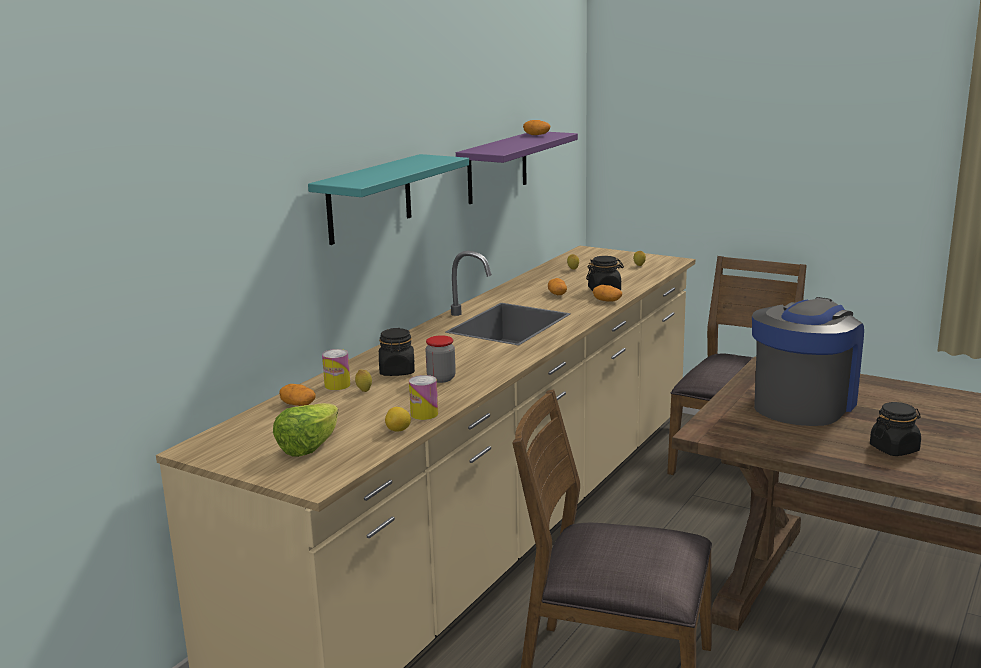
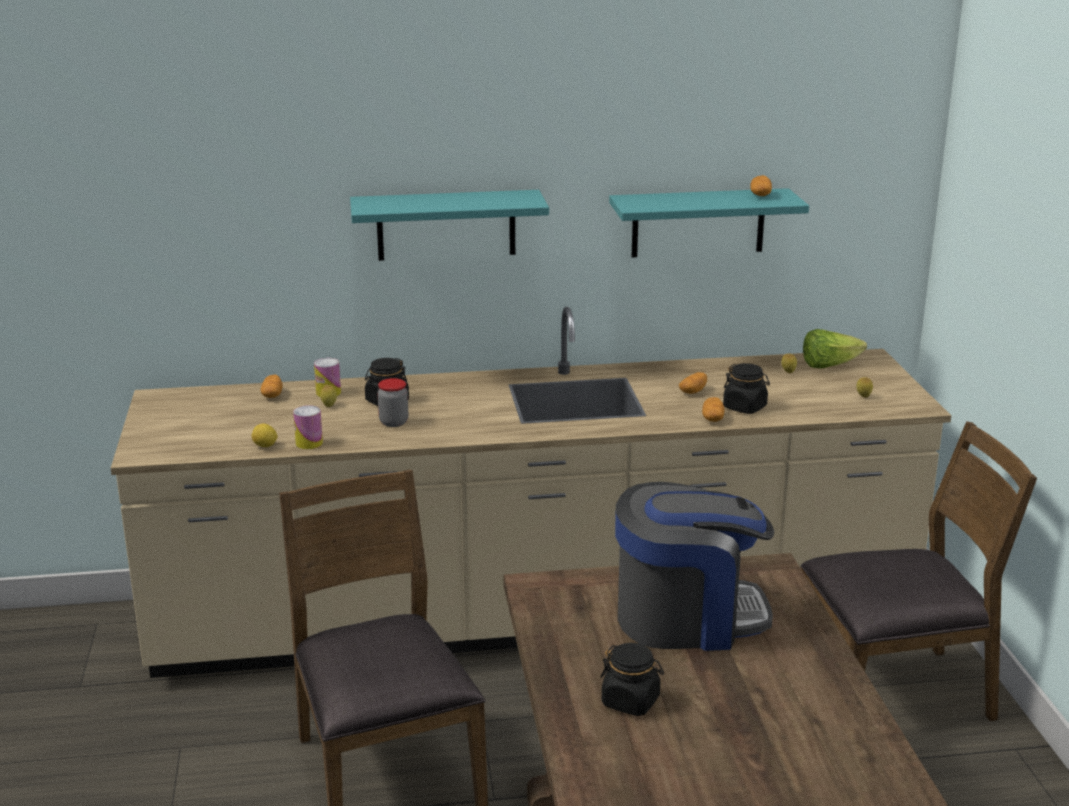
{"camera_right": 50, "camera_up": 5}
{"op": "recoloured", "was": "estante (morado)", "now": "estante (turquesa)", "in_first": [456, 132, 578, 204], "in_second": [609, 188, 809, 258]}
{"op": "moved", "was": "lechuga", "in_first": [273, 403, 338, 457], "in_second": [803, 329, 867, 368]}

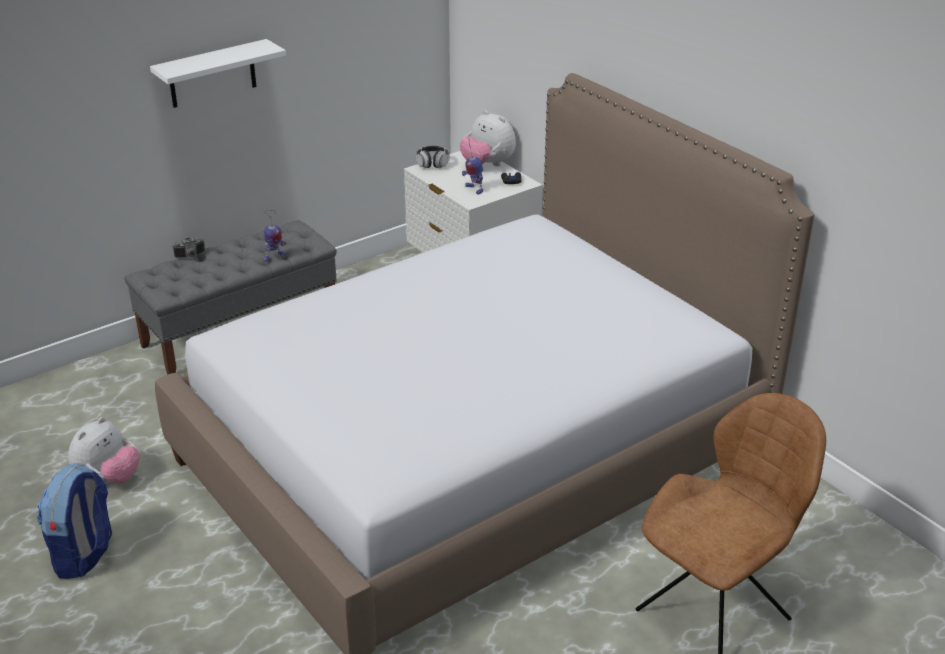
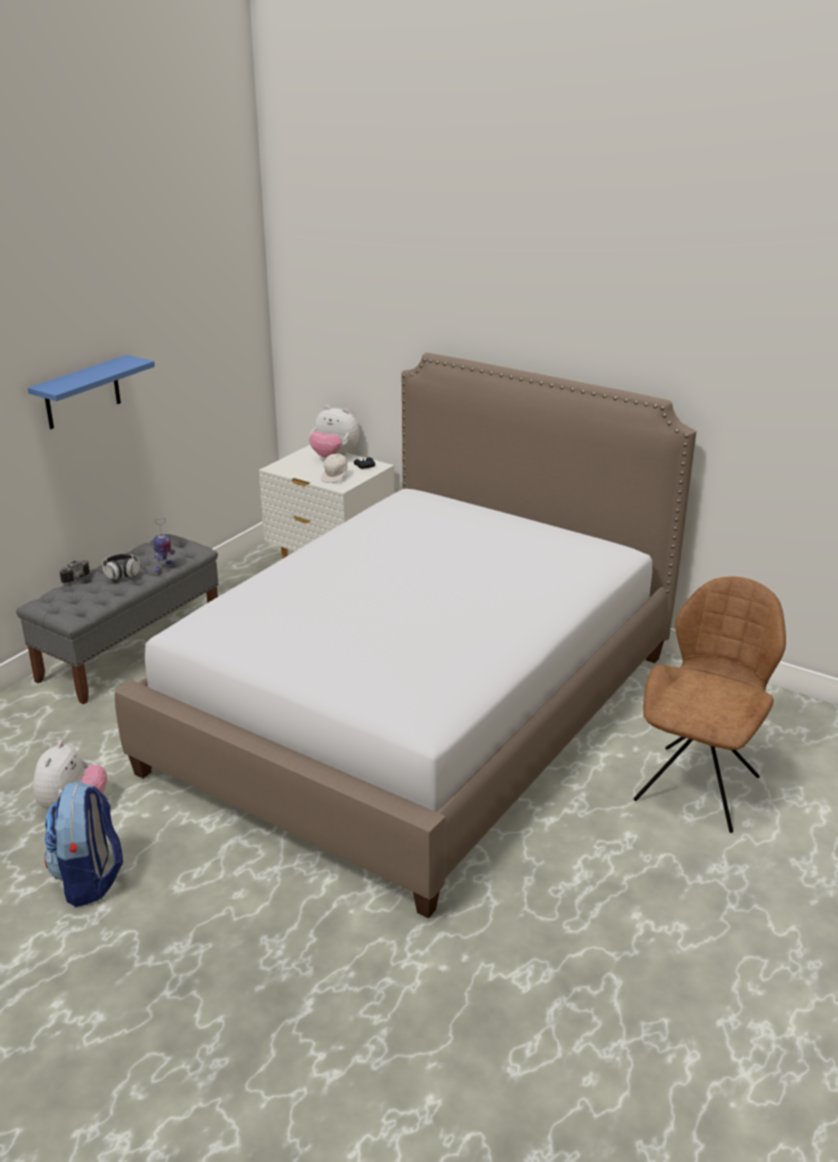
{"camera_right": -20, "camera_up": -5}
{"op": "recoloured", "was": "estante (blanco)", "now": "estante (azul)", "in_first": [150, 39, 286, 108], "in_second": [28, 355, 155, 429]}
{"op": "moved", "was": "auriculares", "in_first": [416, 146, 450, 168], "in_second": [102, 554, 140, 580]}
{"op": "replaced", "was": "robot de juguete", "now": "gorra (blanco)", "in_first": [462, 140, 483, 194], "in_second": [321, 453, 348, 483]}

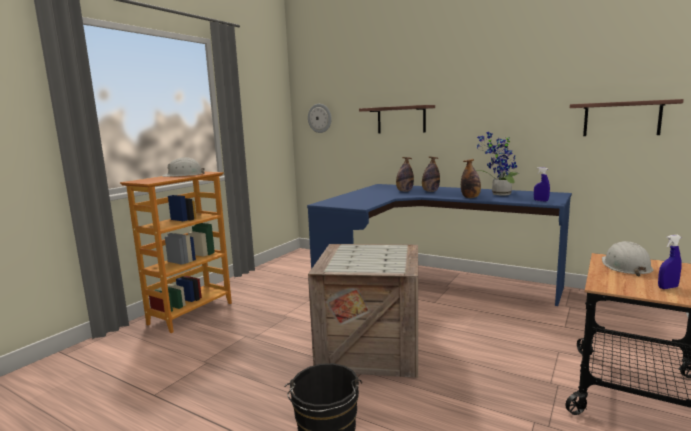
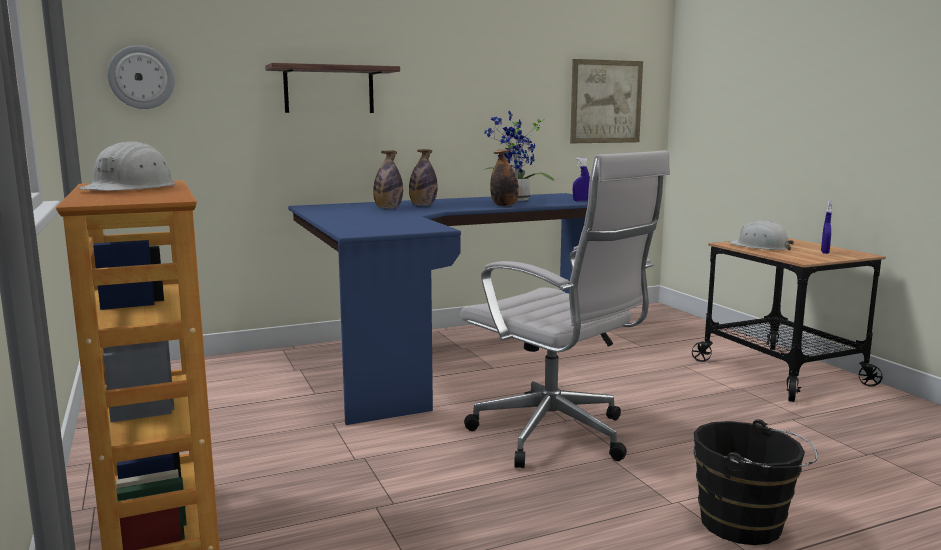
{"camera_right": -55, "camera_up": 0}
{"op": "replaced", "was": "caja de embalaje", "now": "silla de oficina (blanco)", "in_first": [308, 244, 418, 378], "in_second": [460, 150, 670, 468]}
{"op": "replaced", "was": "estante", "now": "cuadro", "in_first": [570, 99, 684, 136], "in_second": [570, 59, 643, 143]}

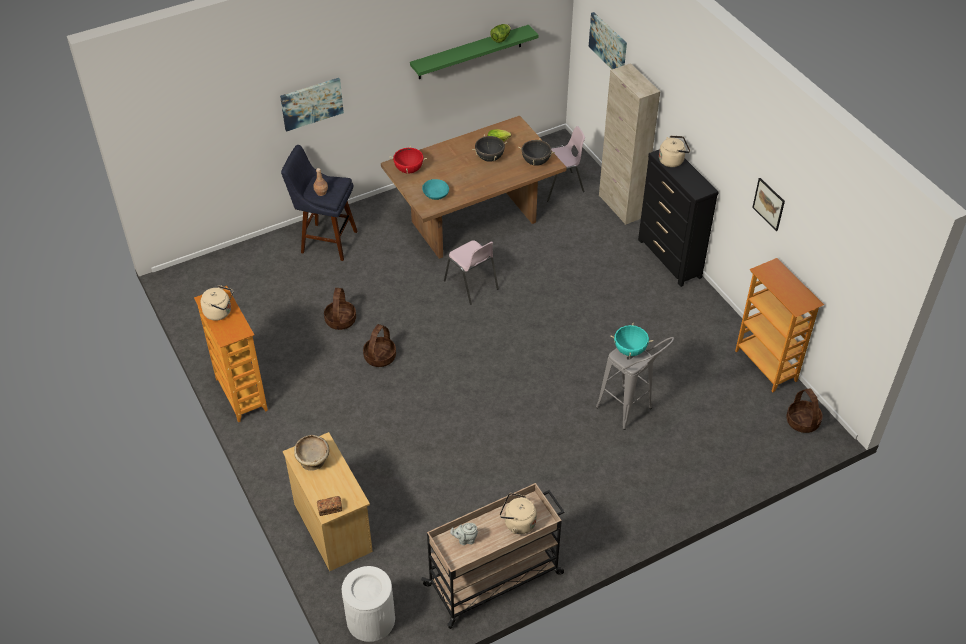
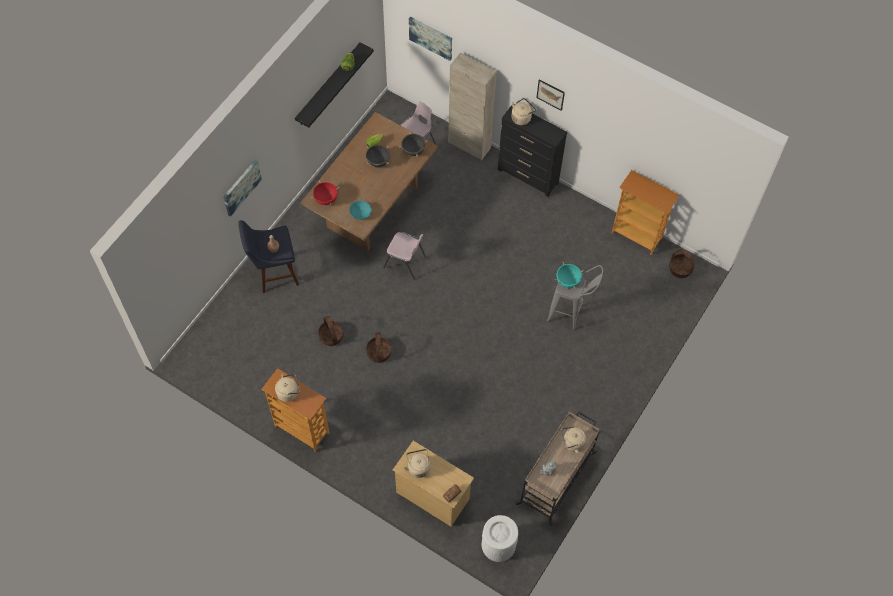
{"camera_right": -30, "camera_up": 15}
{"op": "recoloured", "was": "estante (verde)", "now": "estante (negro)", "in_first": [410, 25, 539, 79], "in_second": [295, 42, 374, 128]}
{"op": "replaced", "was": "cuenco (beis)", "now": "hervidor (beis)", "in_first": [294, 435, 329, 471], "in_second": [403, 449, 431, 478]}
{"op": "moved", "was": "cuadro", "in_first": [752, 178, 785, 231], "in_second": [536, 79, 565, 111]}

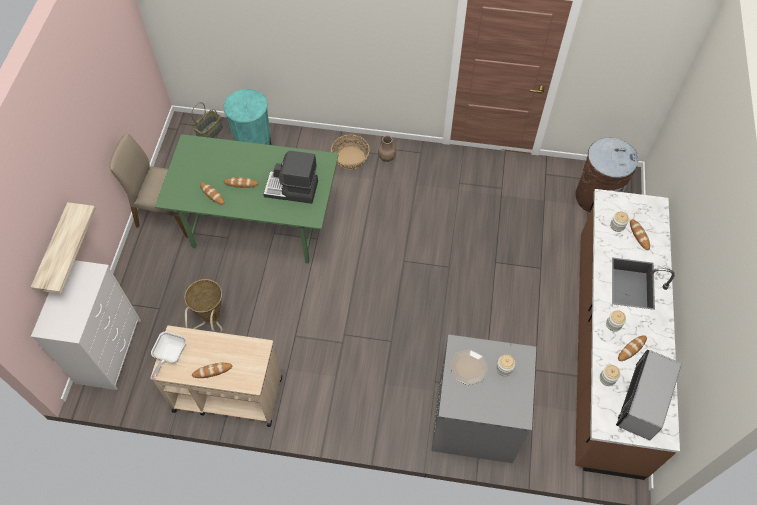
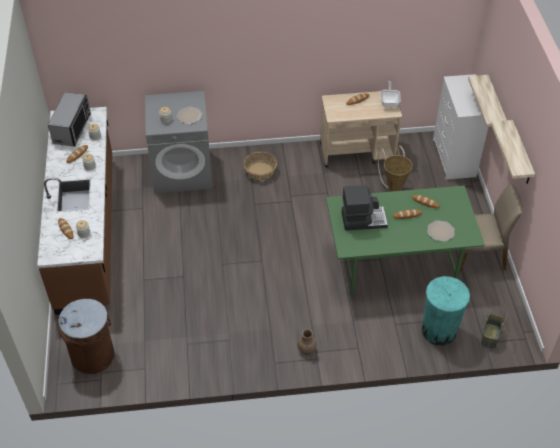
{"camera_right": 165, "camera_up": -10}
{"op": "moved", "was": "cesta", "in_first": [331, 135, 370, 169], "in_second": [244, 152, 277, 180]}
{"op": "added", "now": "plato", "in_second": [427, 220, 455, 242]}
{"op": "added", "now": "estante", "in_second": [491, 120, 535, 184]}

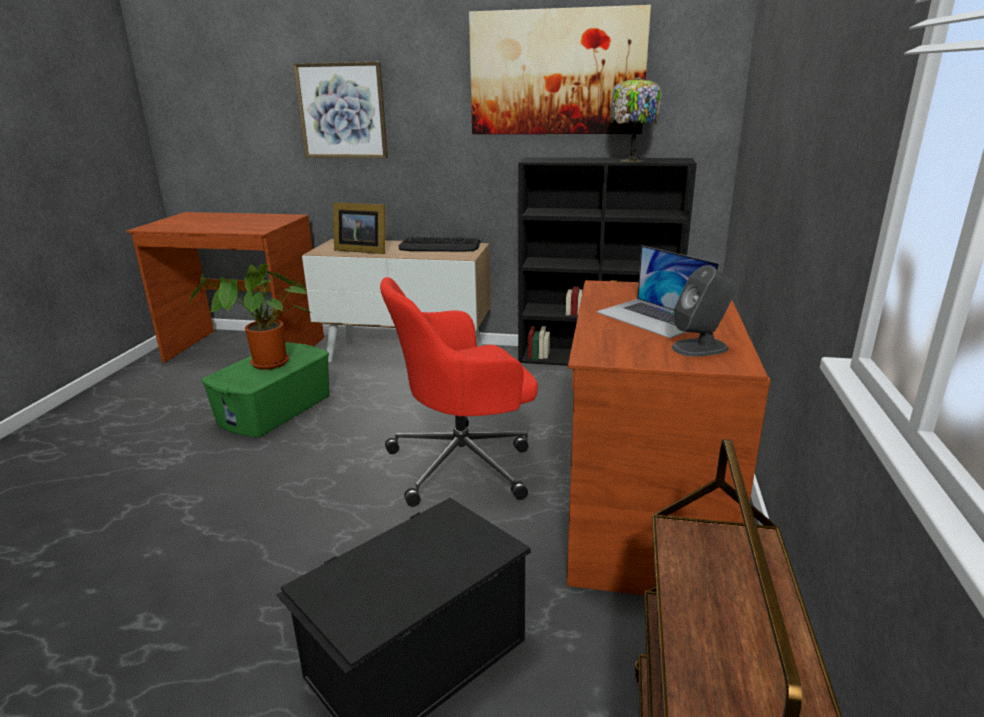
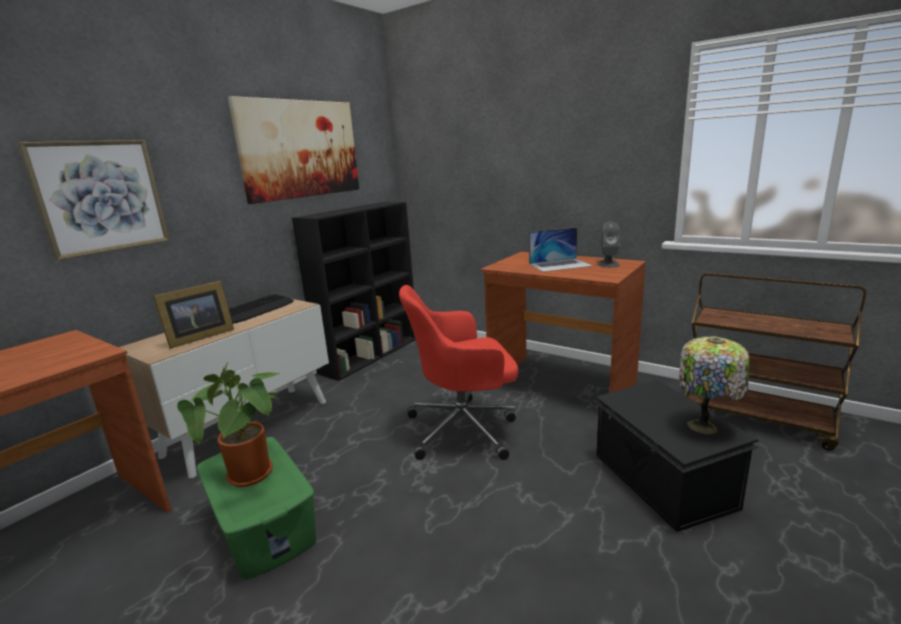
{"camera_right": -65, "camera_up": -5}
{"op": "turned", "was": "silla de oficina (rojo)", "in_first": [380, 277, 538, 507], "in_second": [399, 285, 518, 460], "clockwise": 75}
{"op": "moved", "was": "lámpara de mesa", "in_first": [610, 77, 661, 162], "in_second": [679, 337, 750, 434]}

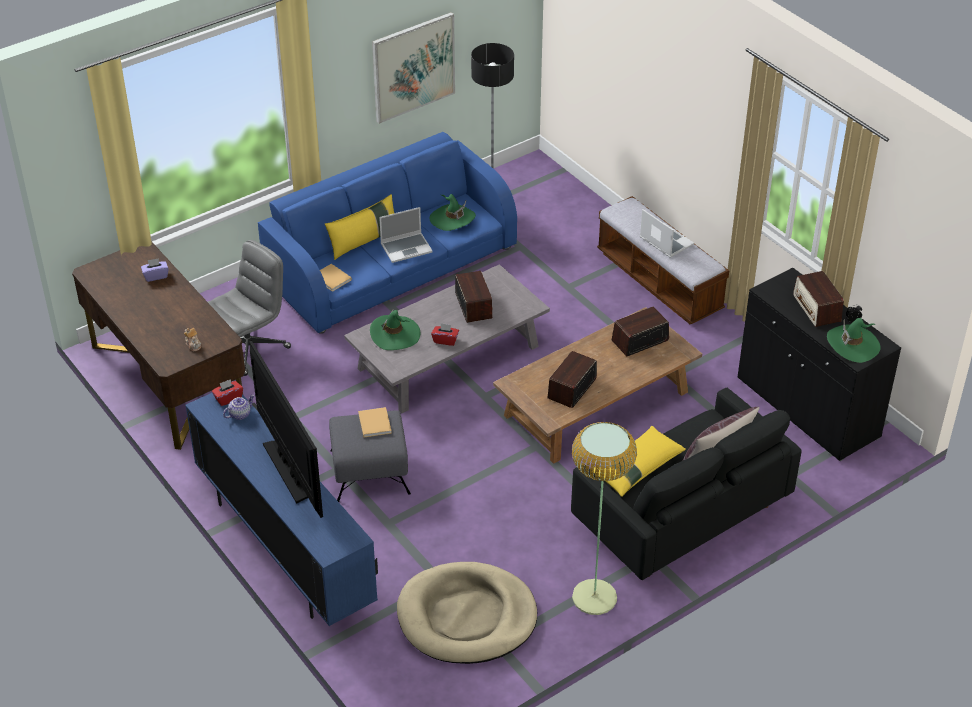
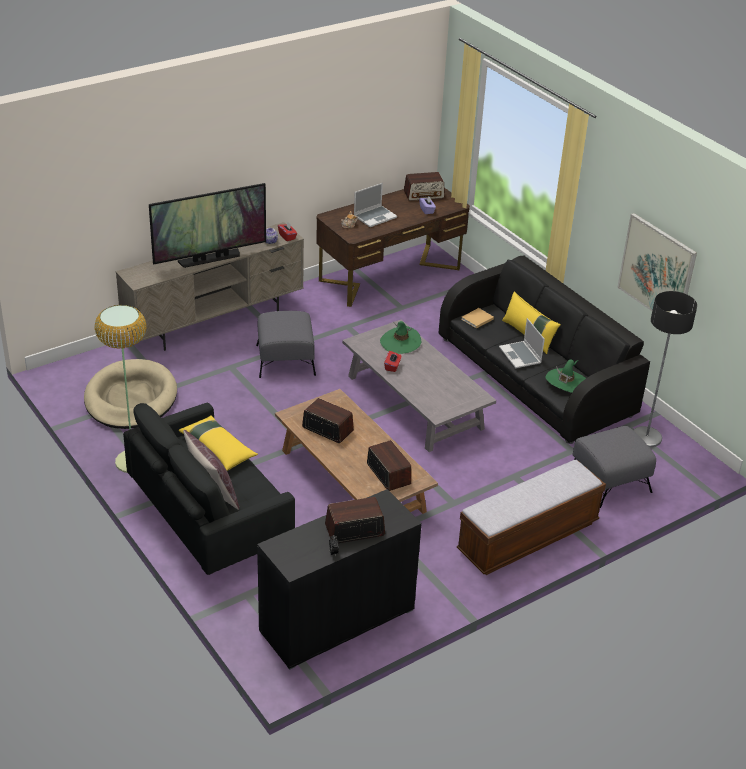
{"camera_right": 90, "camera_up": -5}
{"op": "recoloured", "was": "mueble de televisión (azul)", "now": "mueble de televisión (beis)", "in_first": [185, 393, 378, 626], "in_second": [116, 222, 304, 351]}
{"op": "moved", "was": "portátil", "in_first": [640, 209, 694, 258], "in_second": [354, 183, 397, 227]}
{"op": "moved", "was": "radio", "in_first": [455, 271, 493, 323], "in_second": [404, 172, 445, 201]}
{"op": "recoloured", "was": "sofá (azul)", "now": "sofá (negro)", "in_first": [258, 132, 517, 334], "in_second": [439, 256, 650, 444]}
{"op": "added", "now": "puf (gris)", "in_second": [573, 426, 656, 508]}
{"op": "removed", "was": "silla de oficina (gris)", "in_first": [208, 240, 291, 376]}
{"op": "removed", "was": "libro (beis)", "in_first": [358, 407, 392, 437]}
{"op": "removed", "was": "sombrero (verde)", "in_first": [827, 318, 881, 363]}

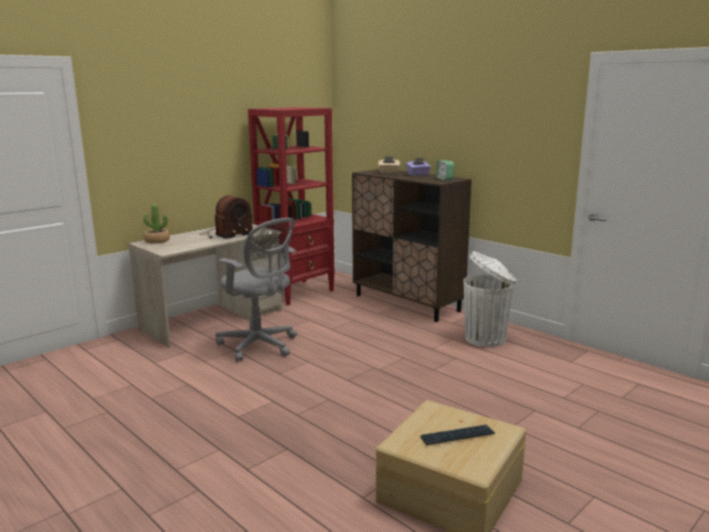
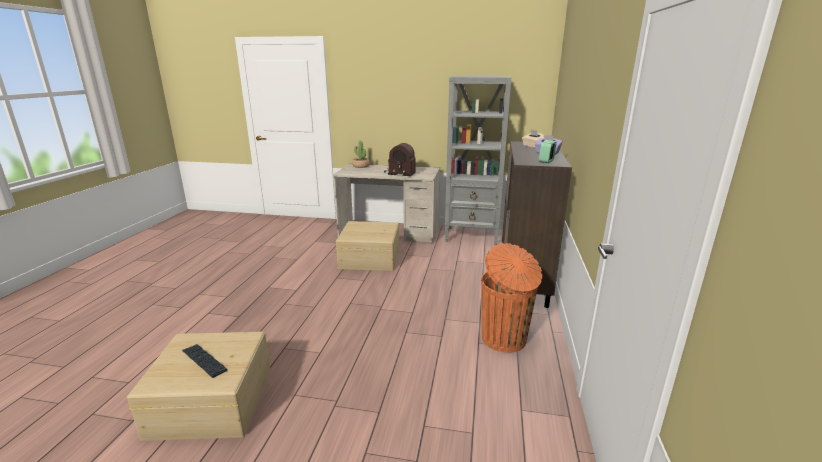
{"camera_right": 55, "camera_up": 5}
{"op": "replaced", "was": "silla de oficina (gris)", "now": "caja de almacenaje (beis)", "in_first": [215, 218, 297, 362], "in_second": [336, 221, 399, 271]}
{"op": "recoloured", "was": "estantería (rojo)", "now": "estantería (gris)", "in_first": [248, 107, 335, 305], "in_second": [445, 76, 511, 246]}
{"op": "recoloured", "was": "papelera (blanco)", "now": "papelera (naranja)", "in_first": [463, 251, 517, 347], "in_second": [481, 243, 542, 353]}

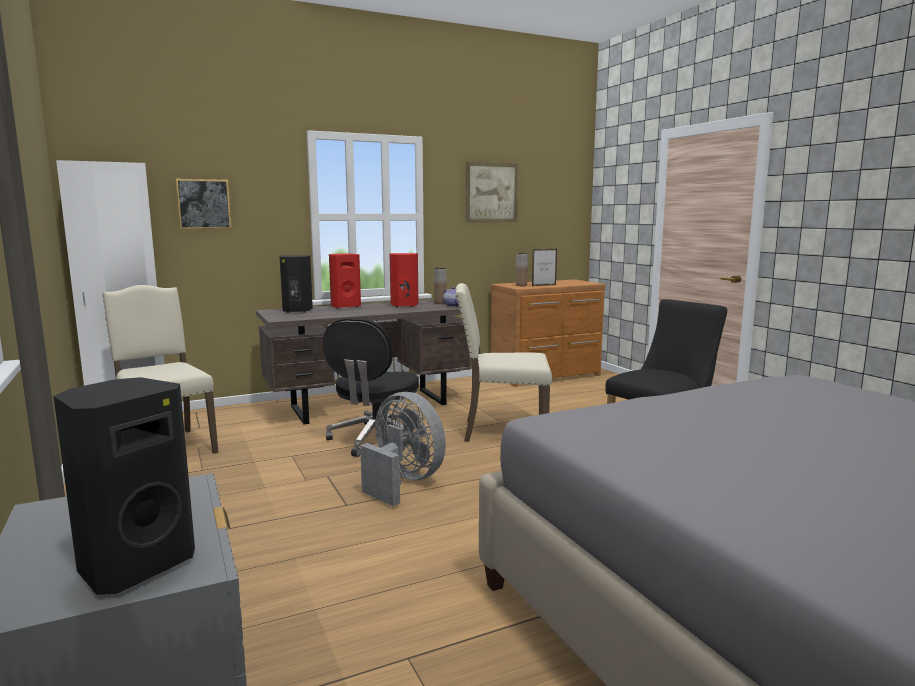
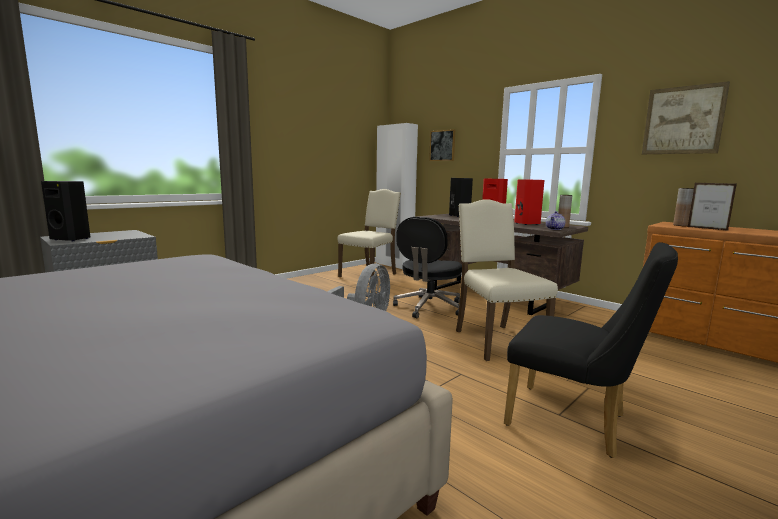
{"camera_right": 70, "camera_up": 0}
{"op": "turned", "was": "silla de oficina (negro)", "in_first": [323, 318, 420, 457], "in_second": [393, 217, 462, 318], "clockwise": -60}

